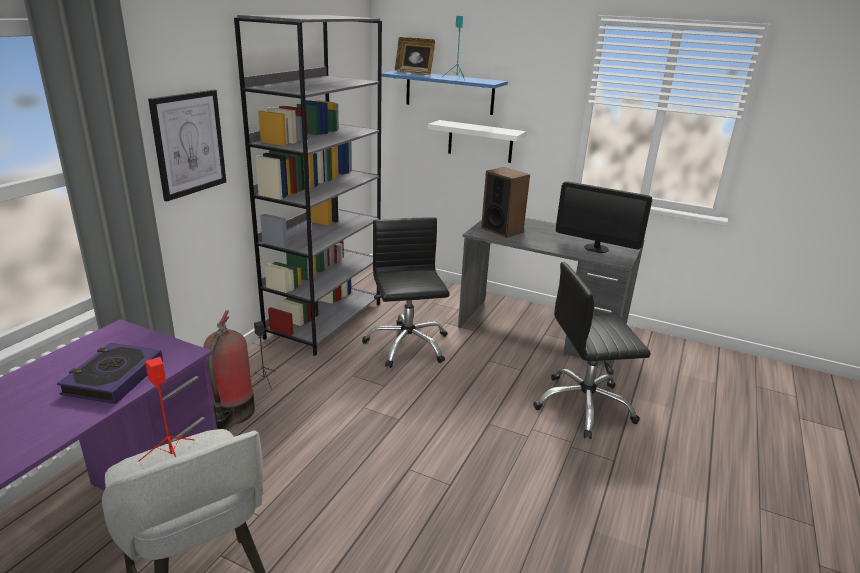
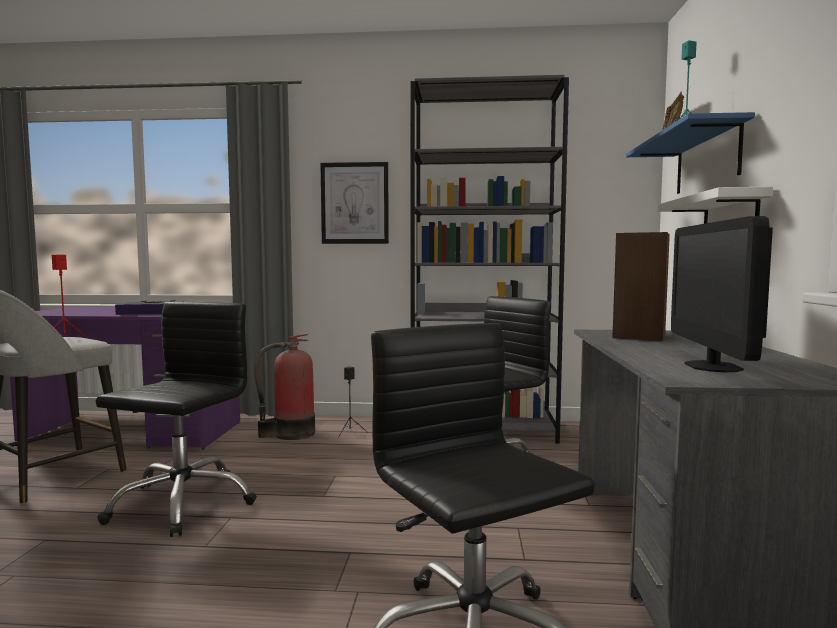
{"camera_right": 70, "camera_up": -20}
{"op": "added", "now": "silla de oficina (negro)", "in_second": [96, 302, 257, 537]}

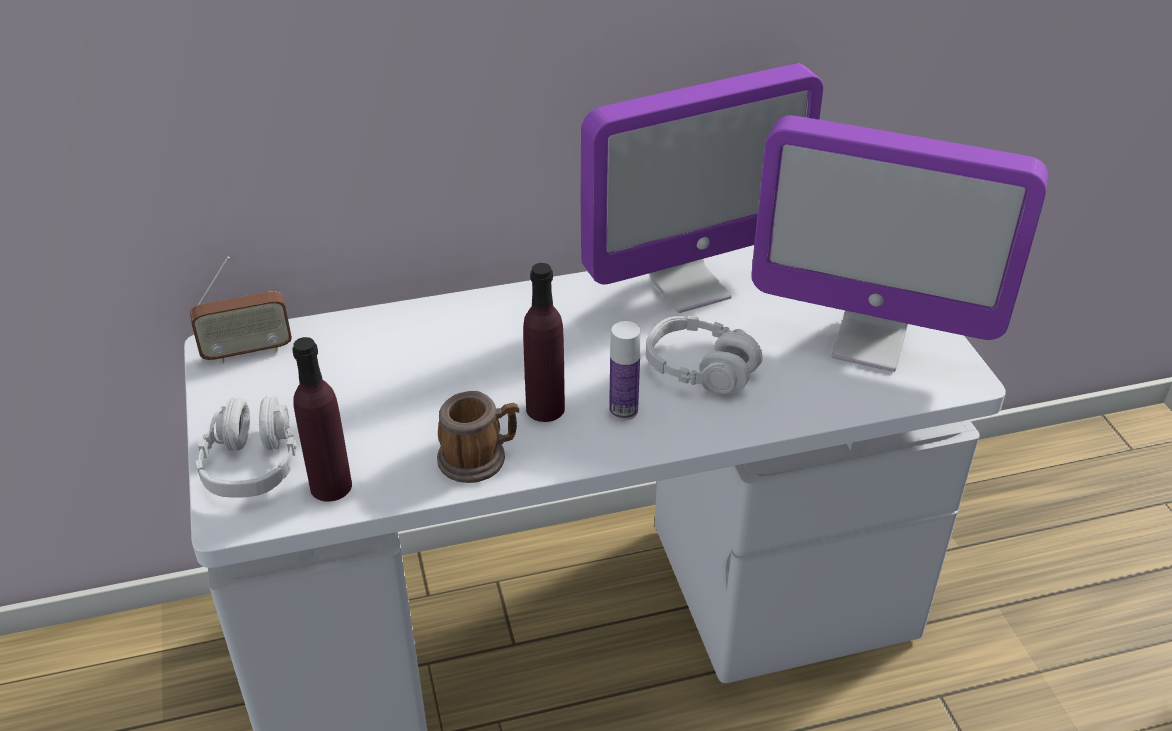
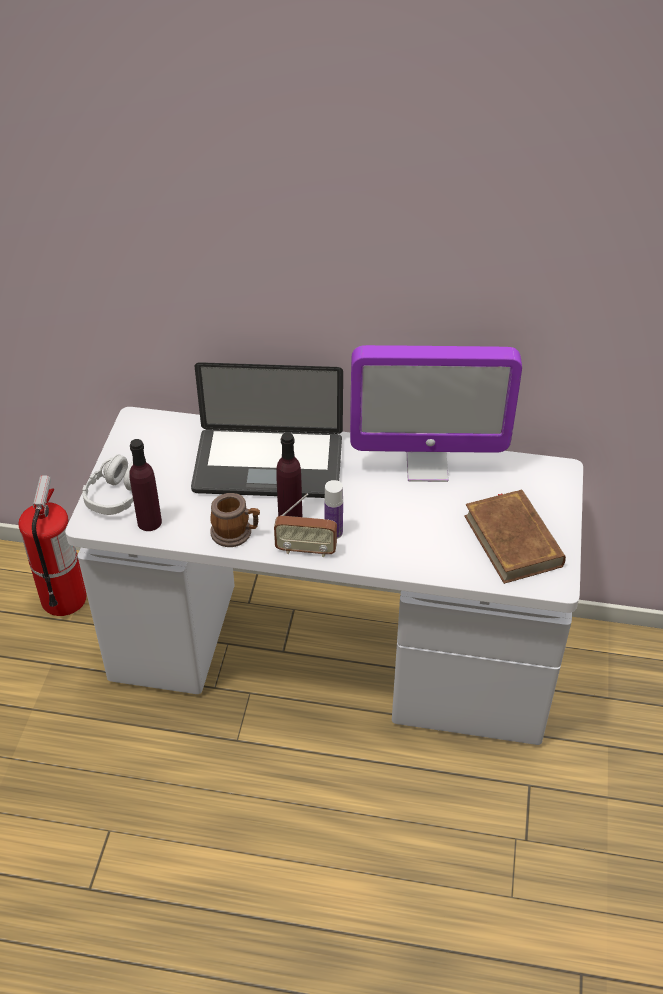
{"camera_right": 25, "camera_up": 5}
{"op": "added", "now": "extintor", "in_second": [19, 475, 87, 616]}
{"op": "added", "now": "portátil", "in_second": [191, 362, 343, 498]}
{"op": "moved", "was": "radio", "in_first": [190, 257, 292, 364], "in_second": [274, 493, 337, 557]}
{"op": "replaced", "was": "monitor", "now": "libro (marrón)", "in_first": [751, 115, 1048, 372], "in_second": [464, 489, 566, 584]}
{"op": "removed", "was": "auriculares (gris)", "in_first": [646, 316, 763, 394]}

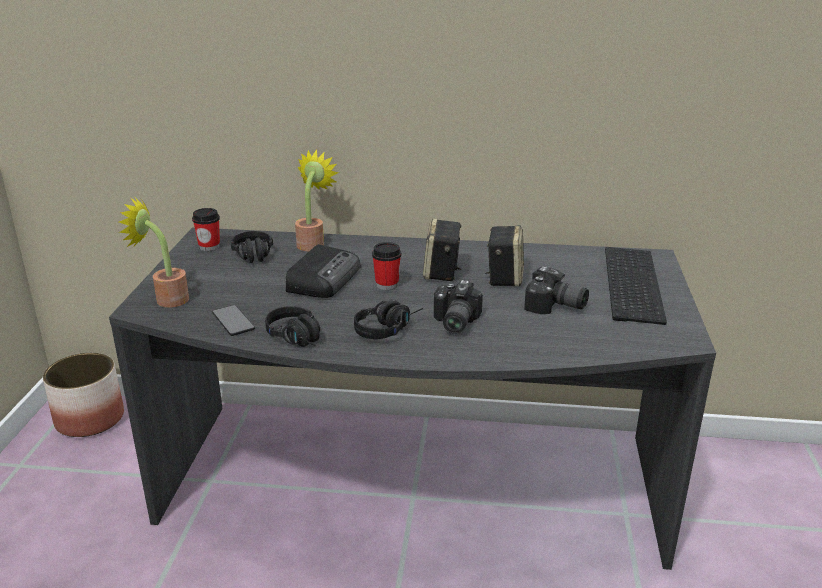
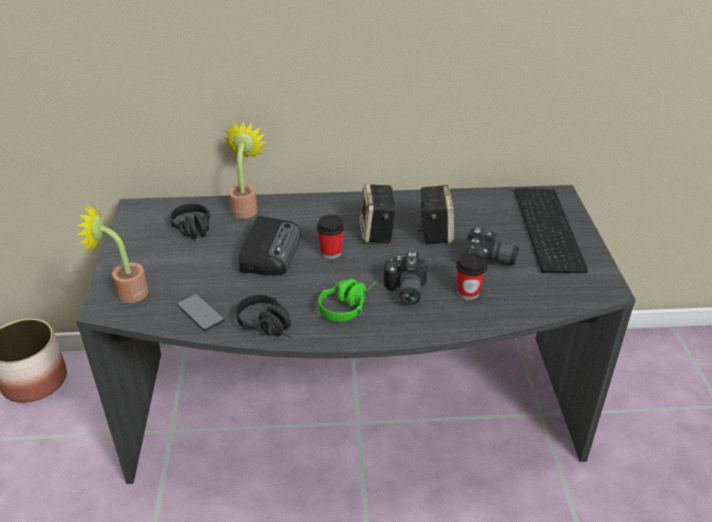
{"camera_right": -10, "camera_up": 10}
{"op": "recoloured", "was": "auriculares (negro)", "now": "auriculares (verde)", "in_first": [354, 300, 423, 339], "in_second": [318, 279, 377, 322]}
{"op": "moved", "was": "taza", "in_first": [192, 208, 220, 251], "in_second": [456, 252, 487, 300]}

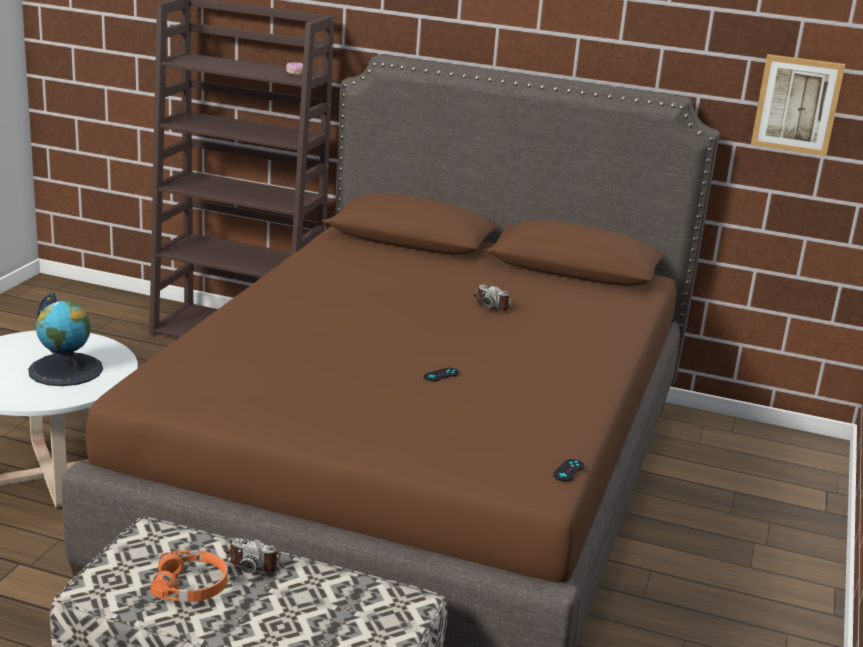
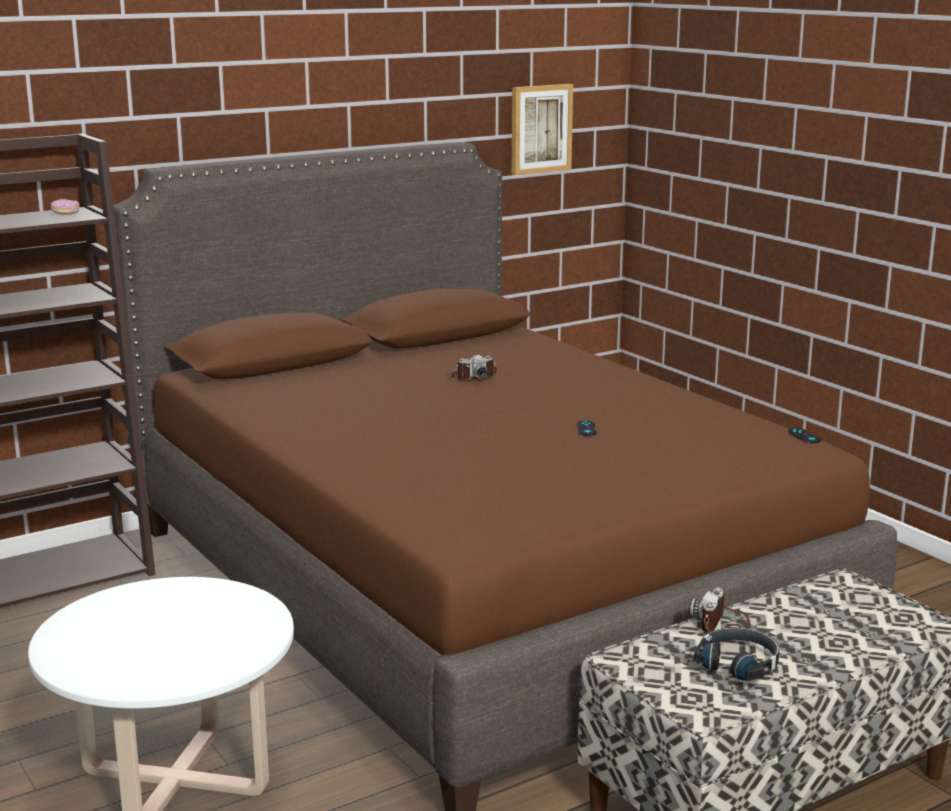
{"camera_right": -50, "camera_up": -5}
{"op": "turned", "was": "cámara", "in_first": [226, 538, 282, 573], "in_second": [689, 587, 750, 633], "clockwise": 150}
{"op": "recoloured", "was": "auriculares (naranja)", "now": "auriculares (negro)", "in_first": [150, 550, 228, 602], "in_second": [694, 627, 779, 681]}
{"op": "removed", "was": "globo terráqueo", "in_first": [28, 293, 103, 386]}

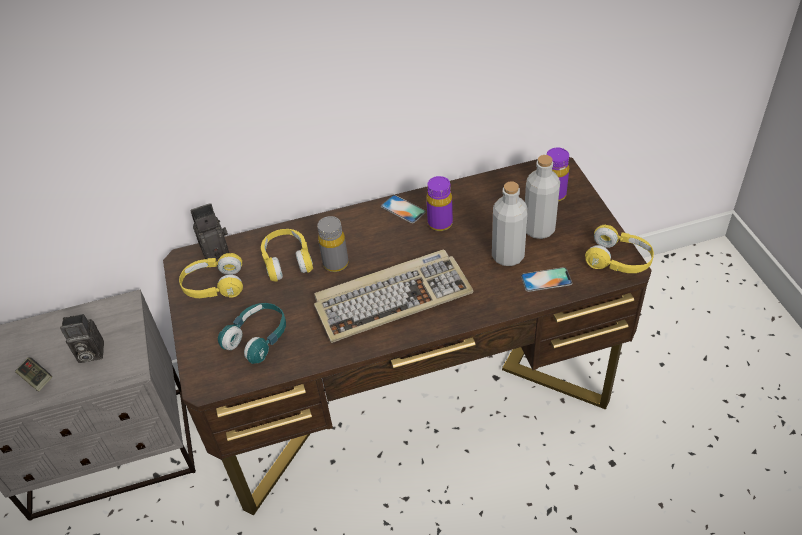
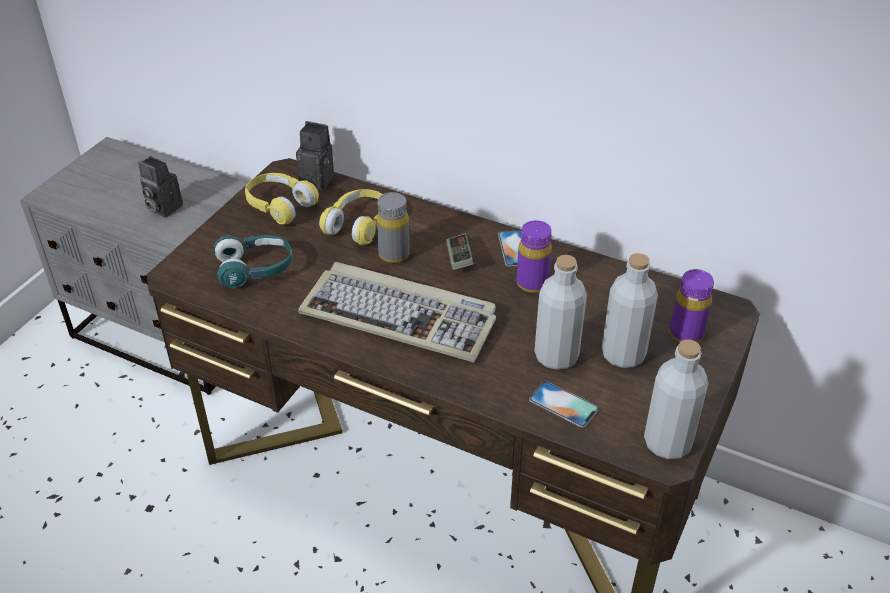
{"camera_right": 40, "camera_up": -5}
{"op": "moved", "was": "mando de consola", "in_first": [15, 357, 52, 392], "in_second": [446, 233, 474, 270]}
{"op": "replaced", "was": "auriculares (amarillo)", "now": "botella (gris)", "in_first": [585, 225, 654, 273], "in_second": [644, 339, 708, 459]}

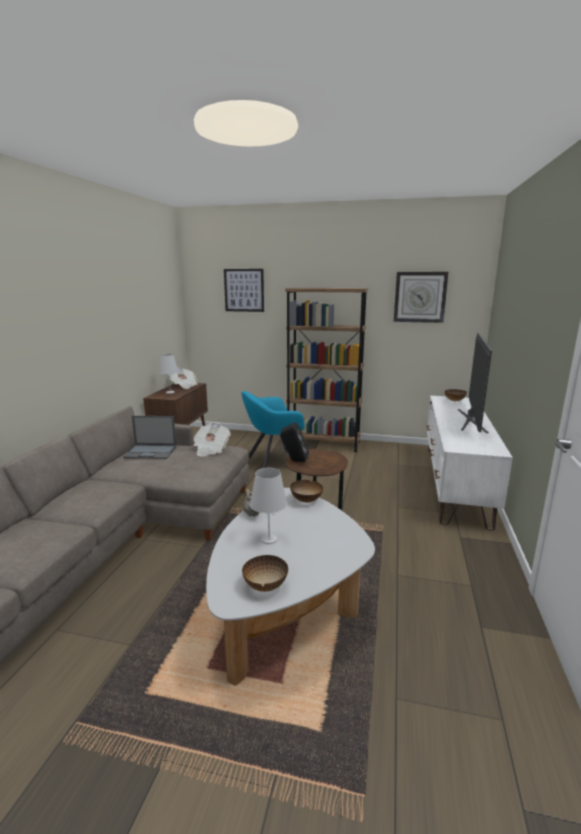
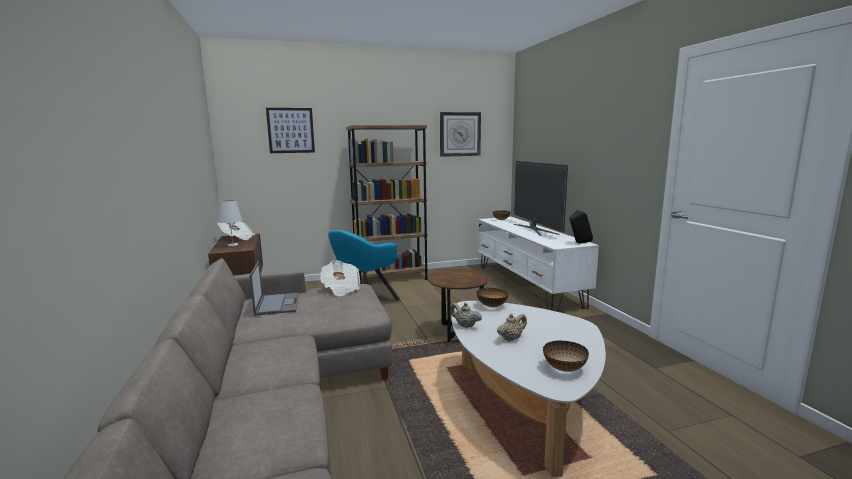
{"camera_right": -30, "camera_up": -5}
{"op": "turned", "was": "portátil", "in_first": [123, 416, 177, 459], "in_second": [250, 261, 299, 316], "clockwise": -75}
{"op": "replaced", "was": "lámpara de mesa (blanco)", "now": "tetera (beis)", "in_first": [250, 468, 287, 544], "in_second": [497, 314, 527, 341]}
{"op": "moved", "was": "altavoz (negro)", "in_first": [281, 422, 309, 462], "in_second": [570, 210, 593, 244]}

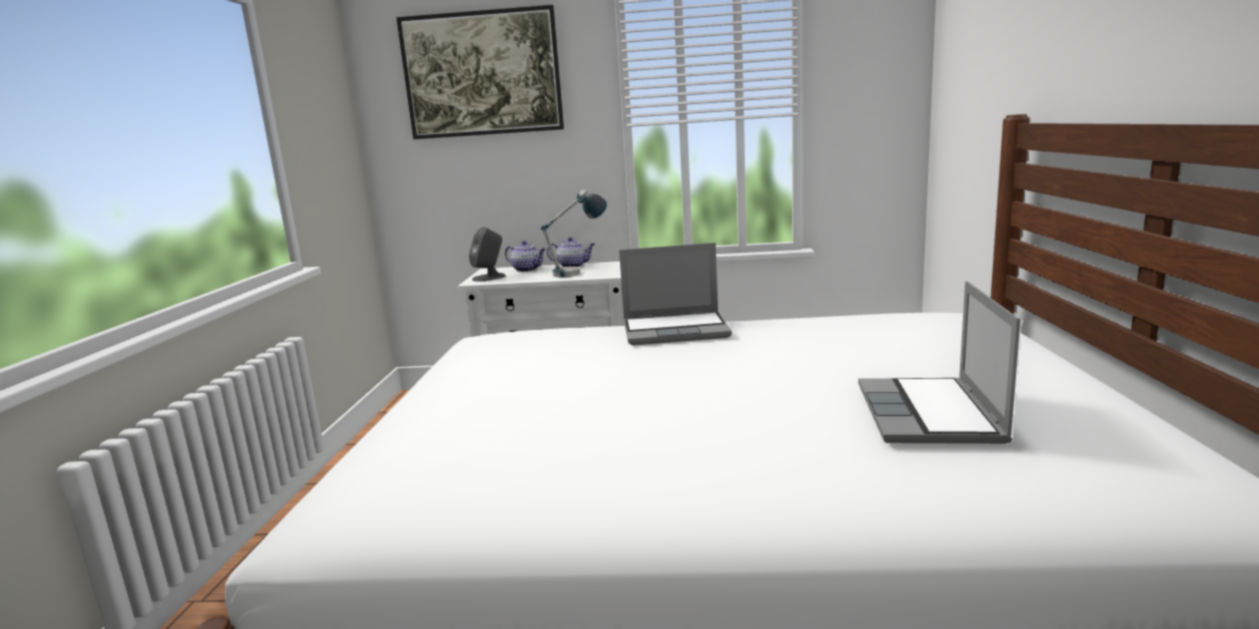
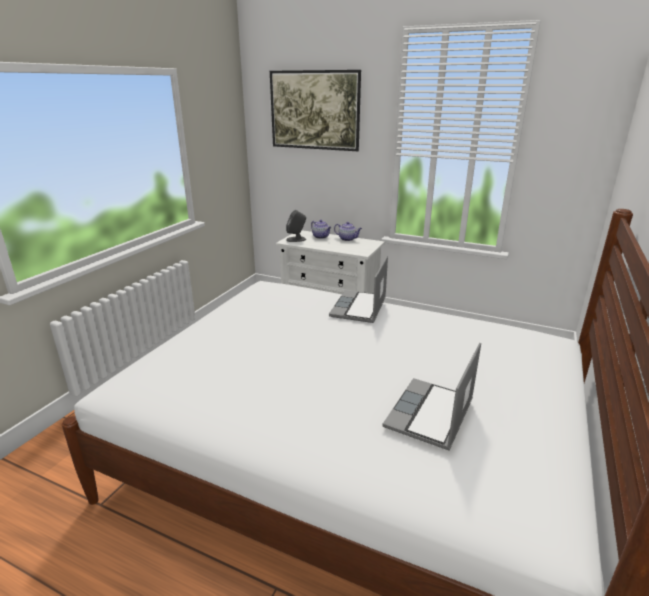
{"camera_right": 20, "camera_up": 10}
{"op": "turned", "was": "portátil", "in_first": [619, 243, 732, 346], "in_second": [329, 256, 388, 323], "clockwise": 90}
{"op": "removed", "was": "lámpara de mesa", "in_first": [541, 189, 607, 277]}

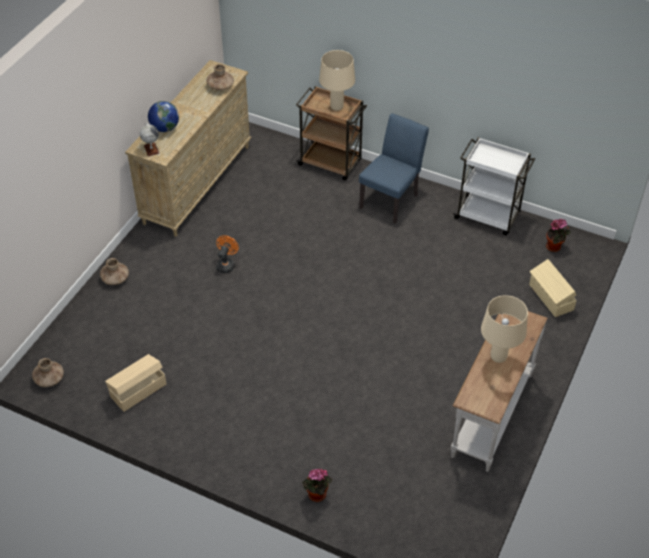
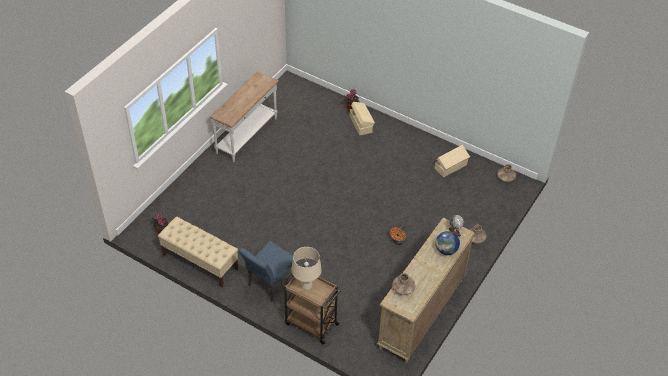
{"camera_right": -175, "camera_up": 0}
{"op": "replaced", "was": "carrito (blanco)", "now": "banco (beis)", "in_first": [453, 137, 535, 235], "in_second": [158, 216, 238, 287]}
{"op": "moved", "was": "caja de almacenaje (beis)", "in_first": [529, 259, 577, 317], "in_second": [350, 102, 375, 136]}
{"op": "removed", "was": "lámpara de mesa (beis)", "in_first": [481, 295, 528, 363]}

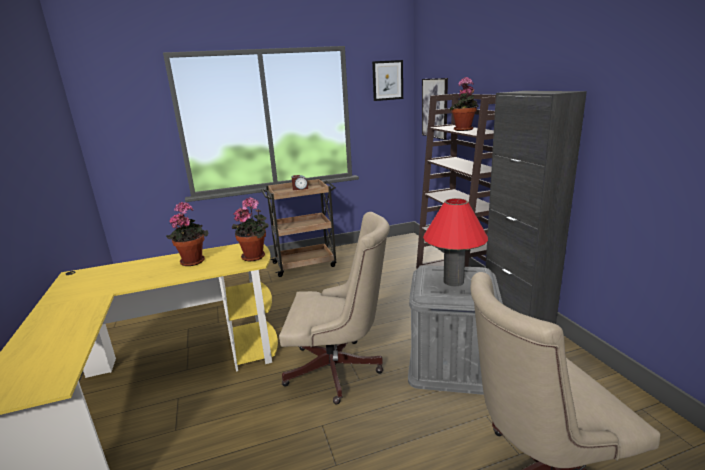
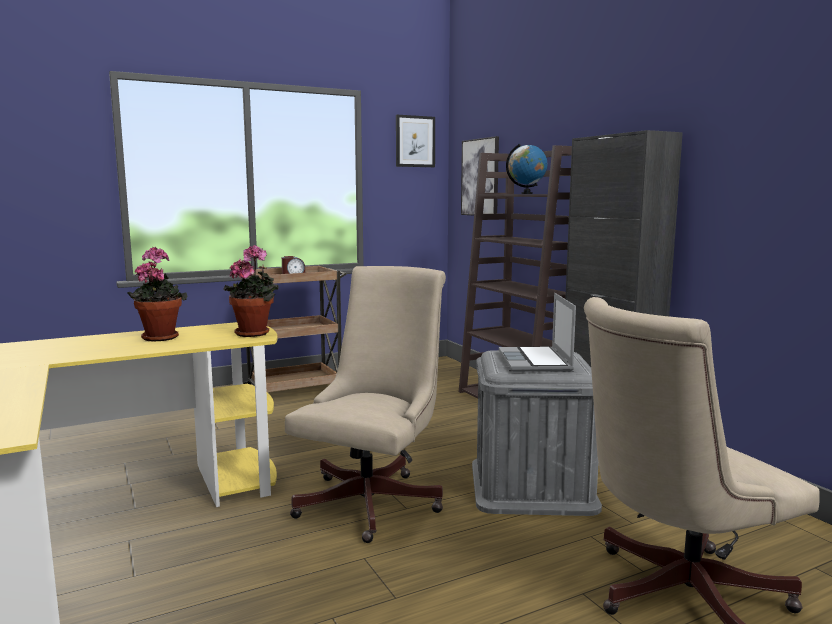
{"camera_right": -10, "camera_up": -10}
{"op": "turned", "was": "silla de oficina (beis)", "in_first": [279, 212, 390, 405], "in_second": [285, 266, 446, 543], "clockwise": -60}
{"op": "replaced", "was": "lámpara de mesa (rojo)", "now": "portátil", "in_first": [423, 198, 488, 286], "in_second": [499, 293, 576, 372]}
{"op": "replaced", "was": "planta en maceta", "now": "globo terráqueo", "in_first": [450, 77, 479, 131], "in_second": [506, 143, 548, 194]}

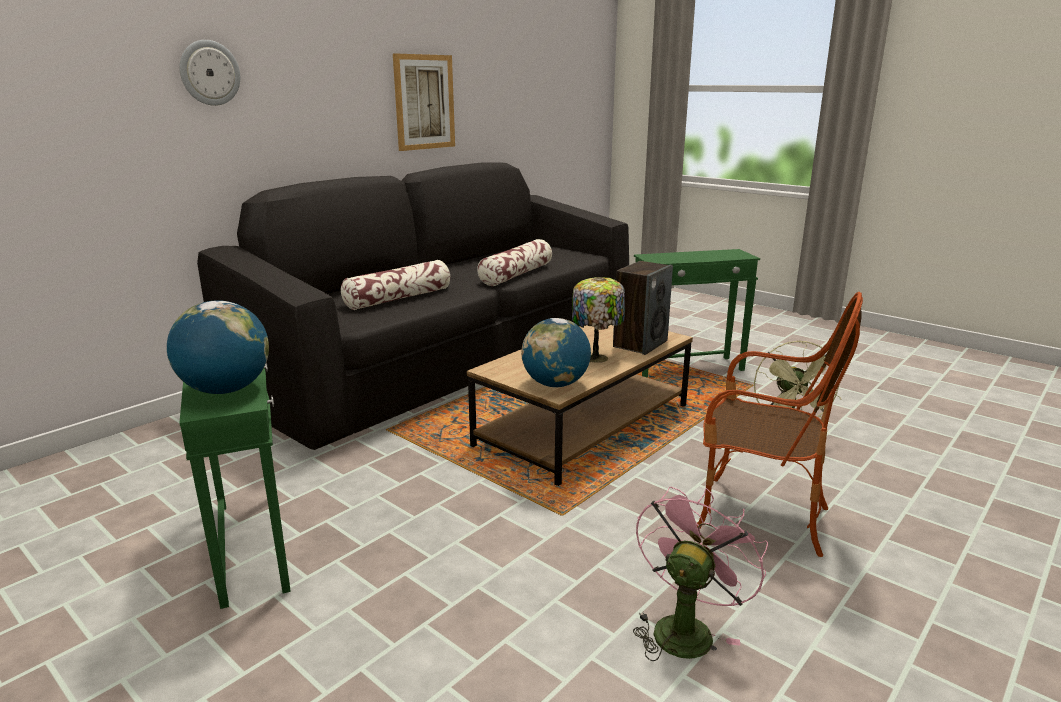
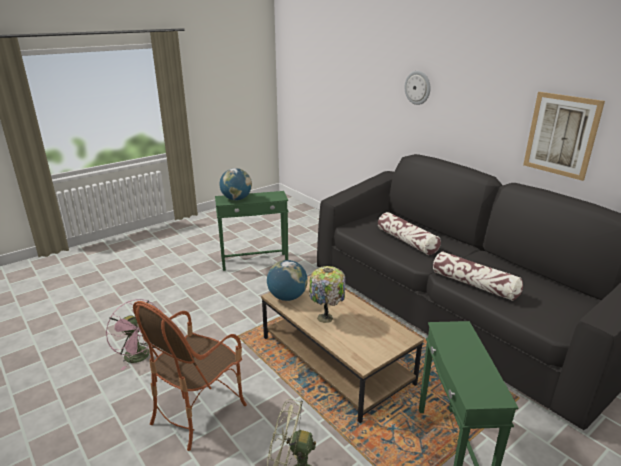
{"camera_right": 100, "camera_up": 5}
{"op": "removed", "was": "altavoz", "in_first": [613, 261, 673, 355]}

